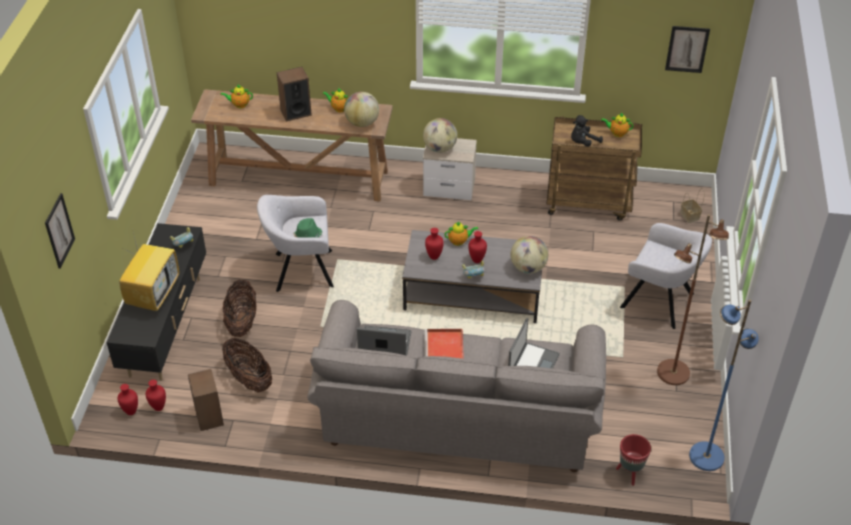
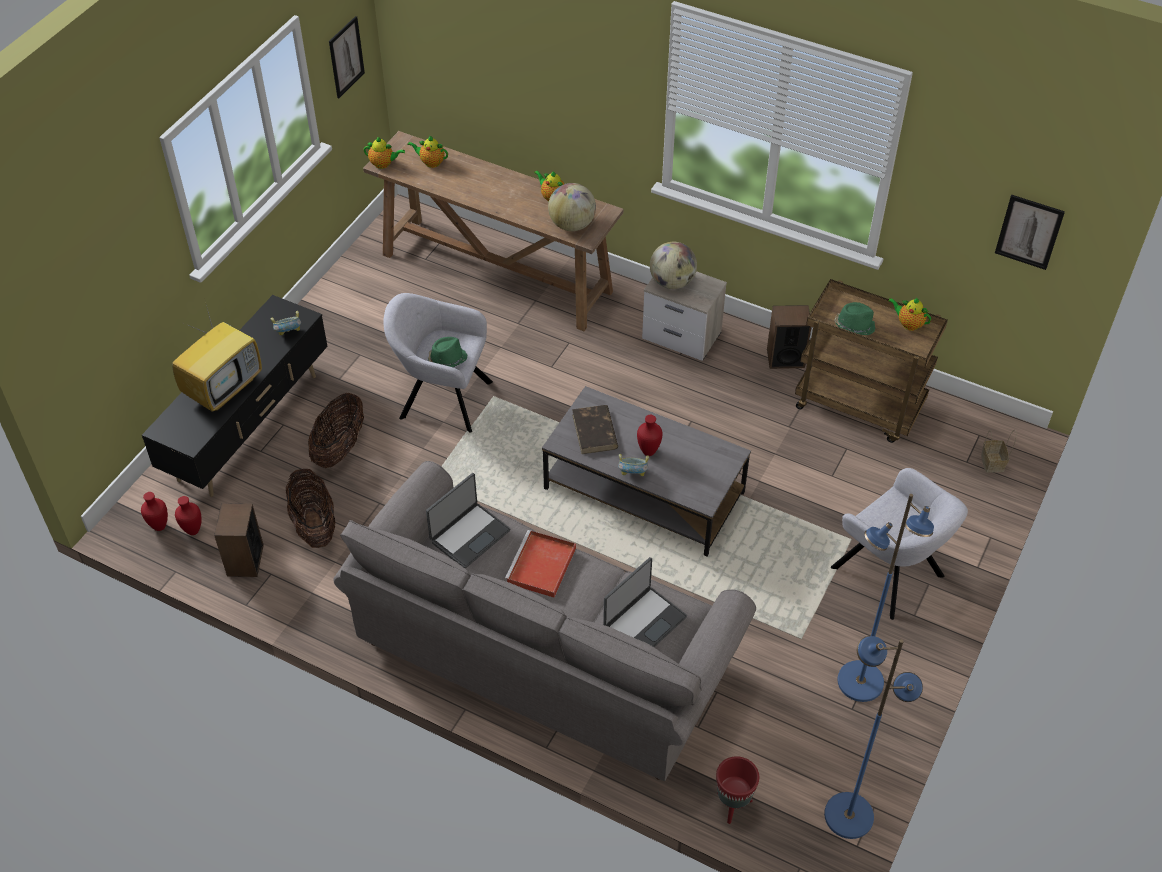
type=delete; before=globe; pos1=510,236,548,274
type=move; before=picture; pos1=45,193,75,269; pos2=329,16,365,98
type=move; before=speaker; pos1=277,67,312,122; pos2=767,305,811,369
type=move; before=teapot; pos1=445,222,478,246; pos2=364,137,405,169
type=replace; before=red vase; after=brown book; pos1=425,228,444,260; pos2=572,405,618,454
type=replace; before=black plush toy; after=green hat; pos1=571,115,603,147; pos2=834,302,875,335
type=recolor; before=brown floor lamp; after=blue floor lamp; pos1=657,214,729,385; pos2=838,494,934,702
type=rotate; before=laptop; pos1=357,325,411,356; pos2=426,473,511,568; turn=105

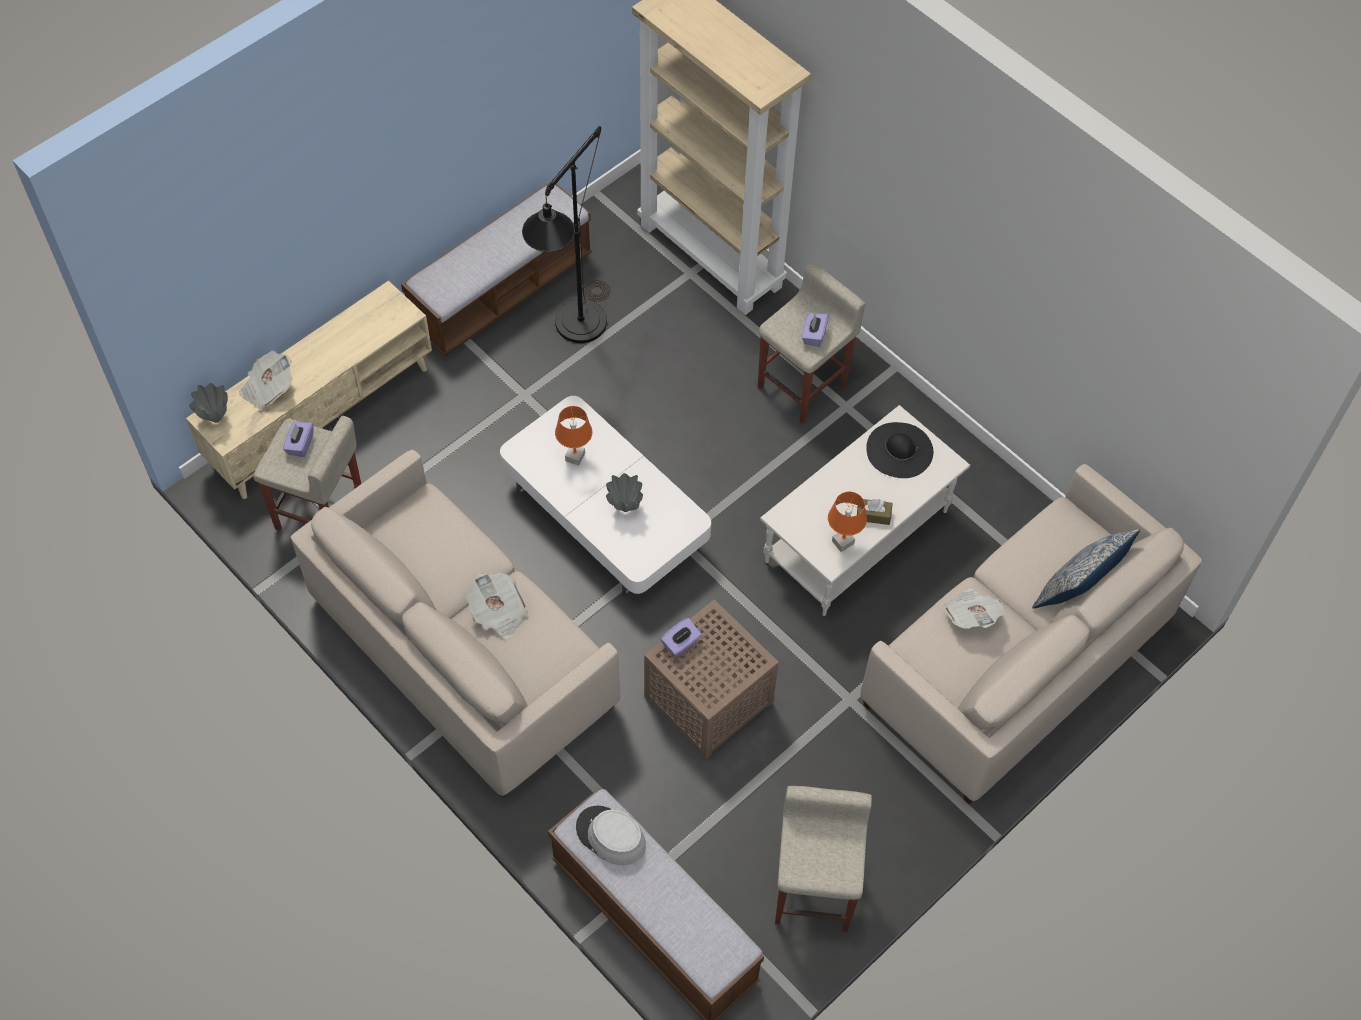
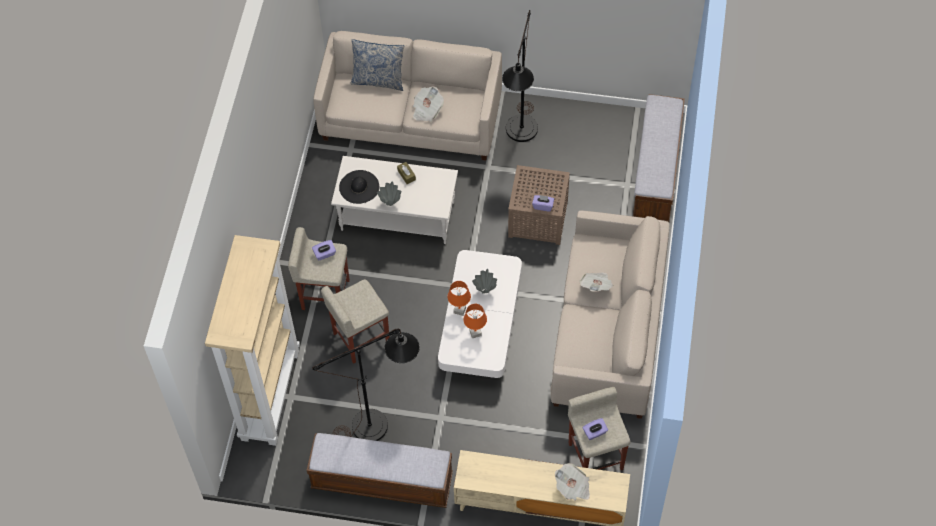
type=delete; before=grey hat; pos1=576,806,646,865
type=insert; after=black floor lamp; pos2=502,10,538,142
type=move; before=grey vase; pos1=189,383,228,423; pos2=377,181,401,206
type=move; before=beige stool; pos1=775,786,872,932; pos2=321,279,389,364
type=move; before=orange table lamp; pos1=828,492,867,552; pos2=448,281,471,316

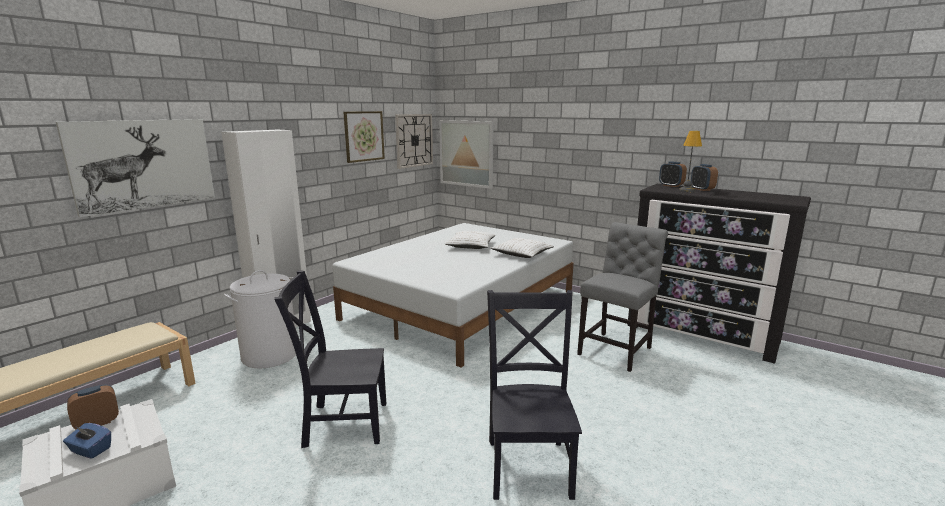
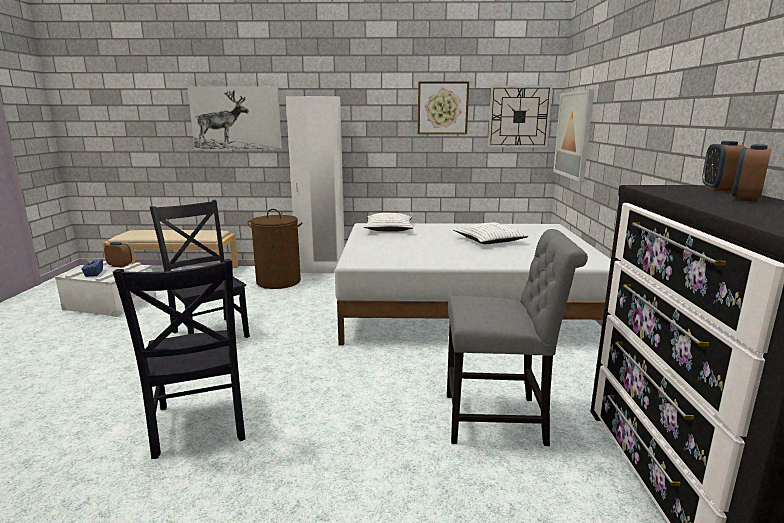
type=delete; before=table lamp; pos1=679,131,702,192
type=move; before=white pillow; pos1=490,238,554,258; pos2=363,213,414,232
type=recolor; before=white laundry basket; after=brown laundry basket; pos1=224,270,296,369; pos2=247,209,302,289
type=rotate; before=black chair; pos1=487,290,582,500; pos2=113,259,245,459; turn=105

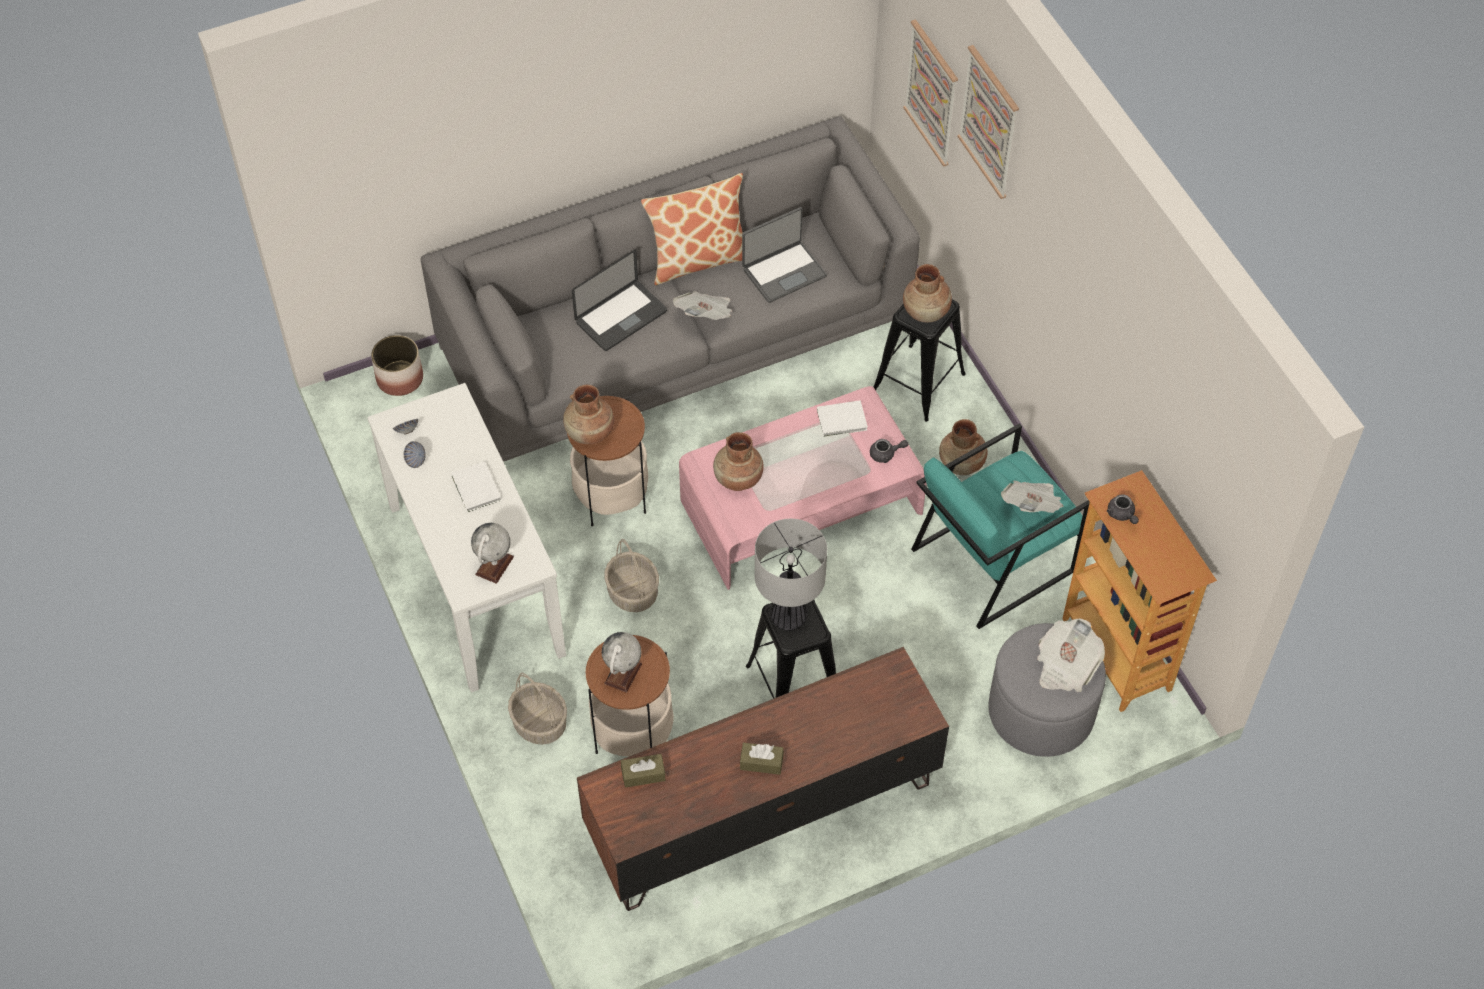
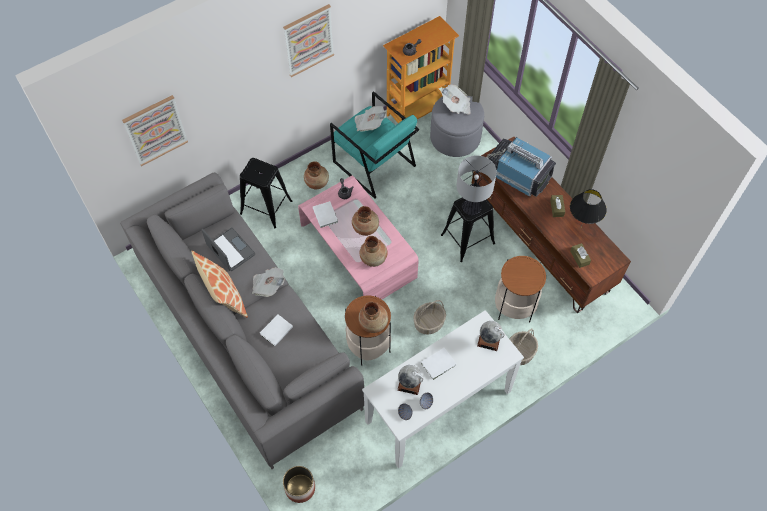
type=insert; after=television; pos2=486,137,556,197
type=insert; after=black table lamp; pos2=570,189,607,227
type=move; before=globe; pos1=602,632,642,693; pos2=397,365,424,395
type=move; before=brown vase; pos1=903,264,952,322; pos2=352,206,379,236
type=move; before=picture; pos1=957,45,1019,199; pos2=283,4,334,77
type=replace; before=laptop; after=white book; pos1=572,250,667,351; pos2=260,315,293,346

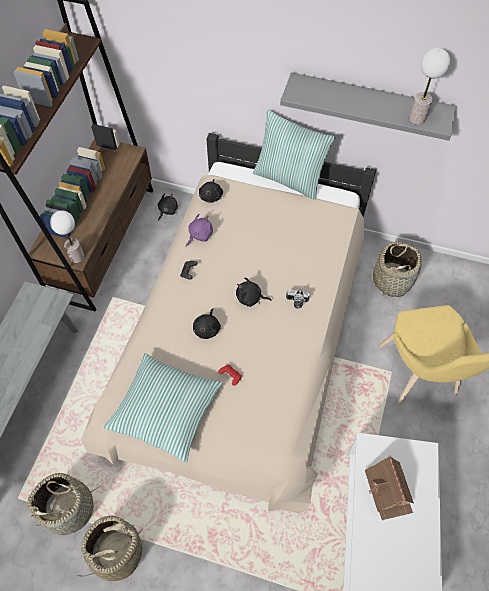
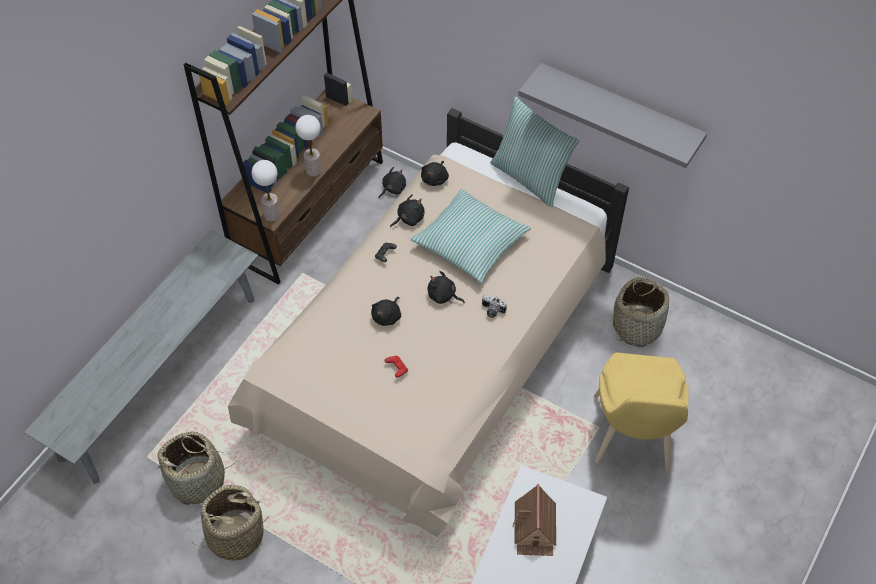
type=move; before=pillow; pos1=103,353,223,463; pos2=410,189,531,283
type=move; before=table lamp; pos1=409,48,450,125; pos2=296,115,322,177
type=recolor; before=purple plush toy; after=black plush toy; pos1=186,214,213,247; pos2=390,194,425,227

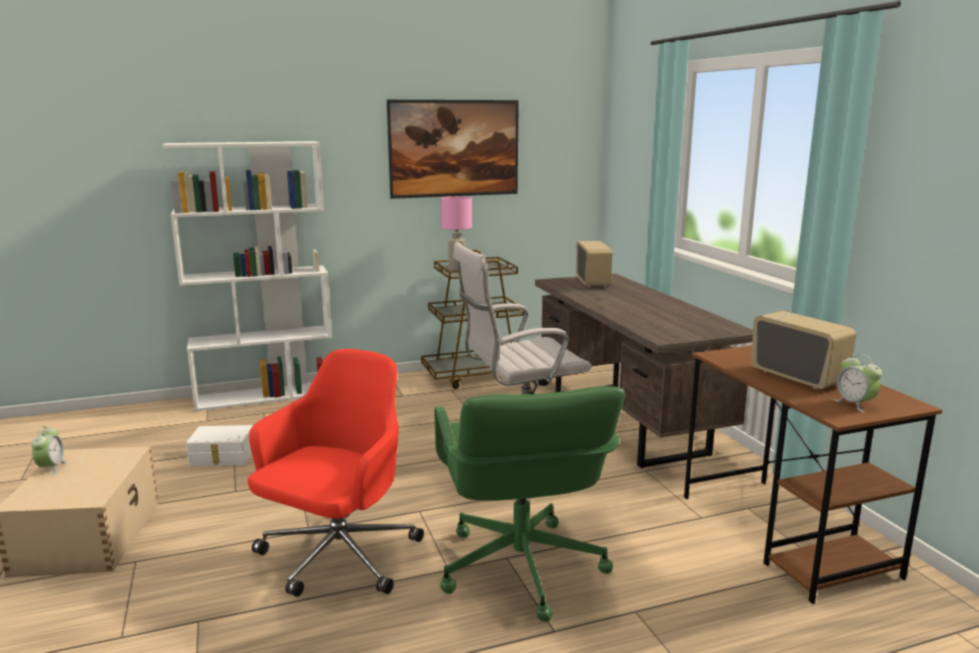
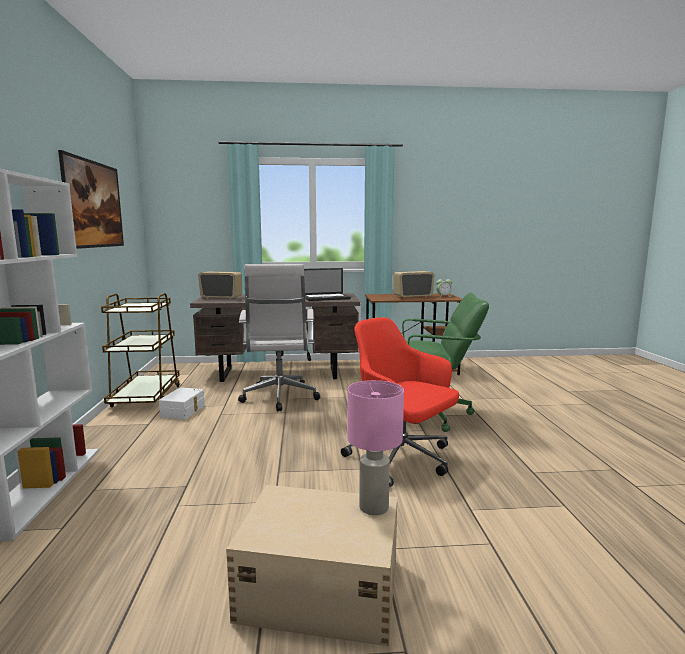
type=delete; before=alarm clock; pos1=31,426,66,475
type=insert; after=laptop; pos2=304,268,351,301
type=move; before=white storage box; pos1=186,425,252,467; pos2=159,387,205,420
type=move; before=pink table lamp; pos1=441,196,472,271; pos2=347,380,404,515

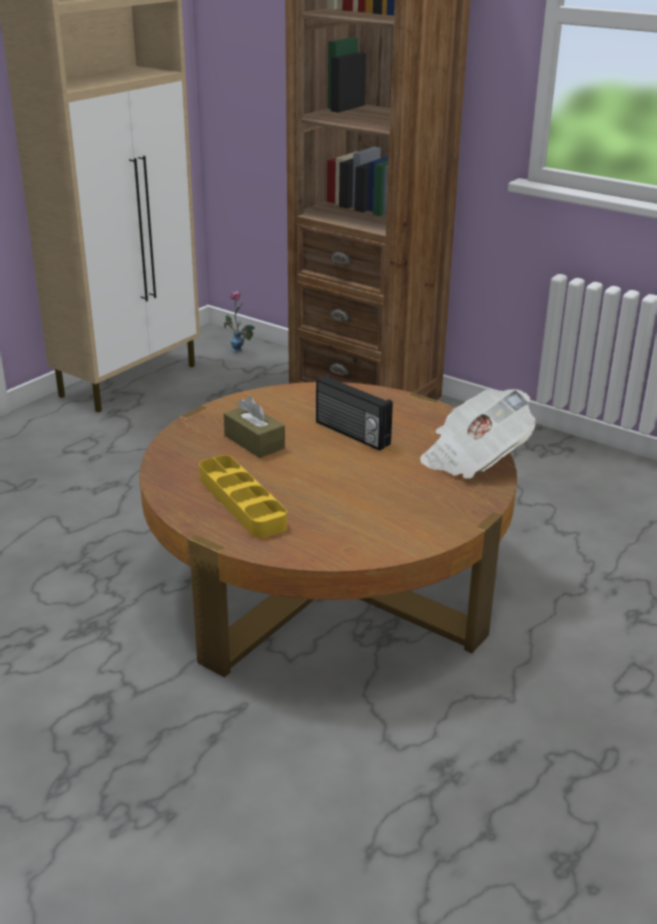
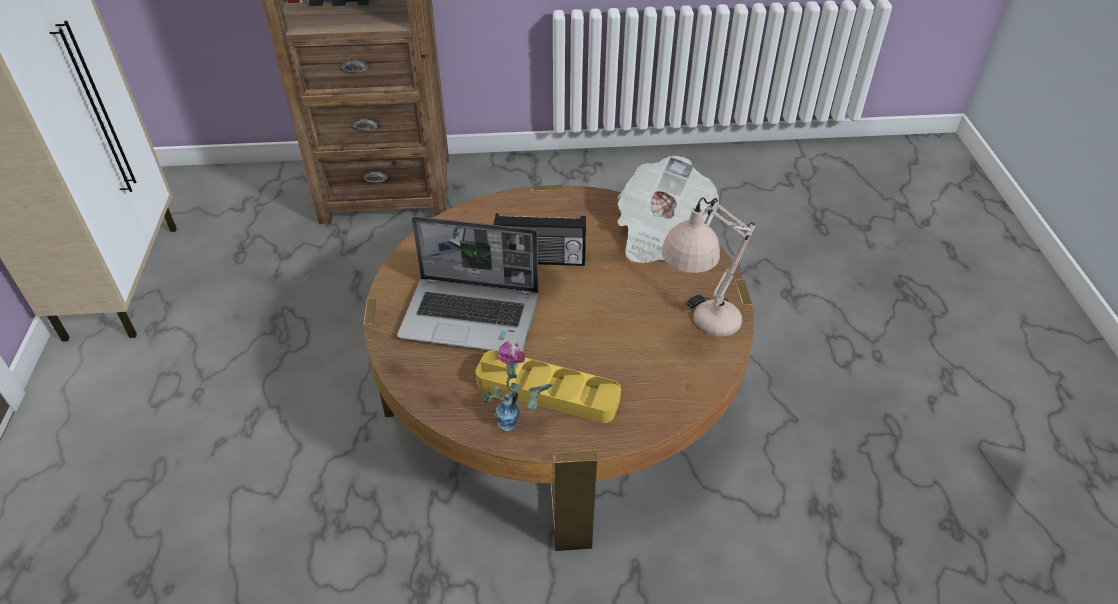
type=insert; after=beige table lamp; pos2=662,197,755,337
type=move; before=vase; pos1=224,291,255,352; pos2=482,341,553,431
type=replace; before=brown tissue box; after=laptop; pos1=224,396,285,458; pos2=397,216,538,352

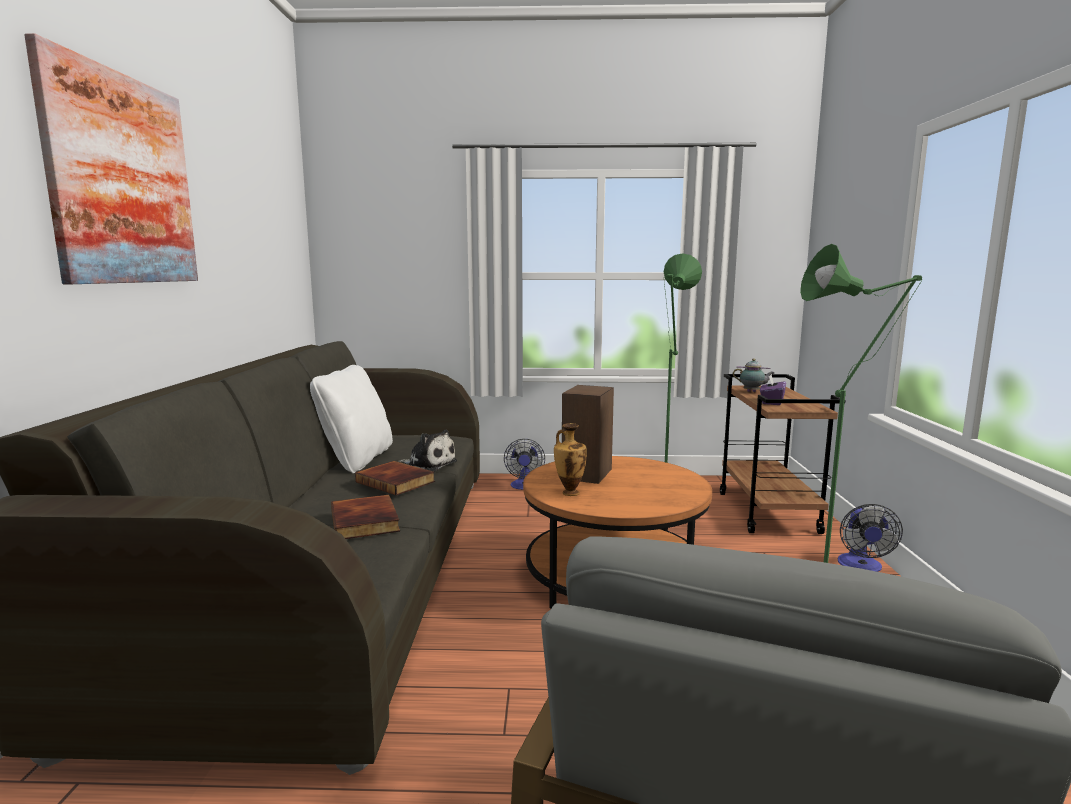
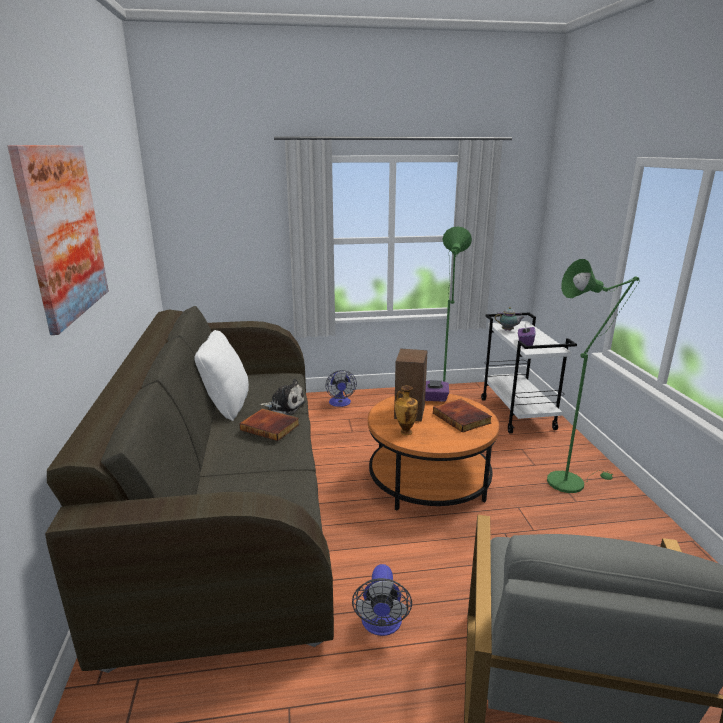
type=insert; after=purple tissue box; pos2=425,380,449,402
type=move; before=book; pos1=331,495,400,539; pos2=433,399,492,433
type=move; before=fan; pos1=838,504,903,572; pos2=352,564,412,636
type=recolor; before=brown cart; after=white cart; pos1=720,374,840,534; pos2=481,313,577,434

